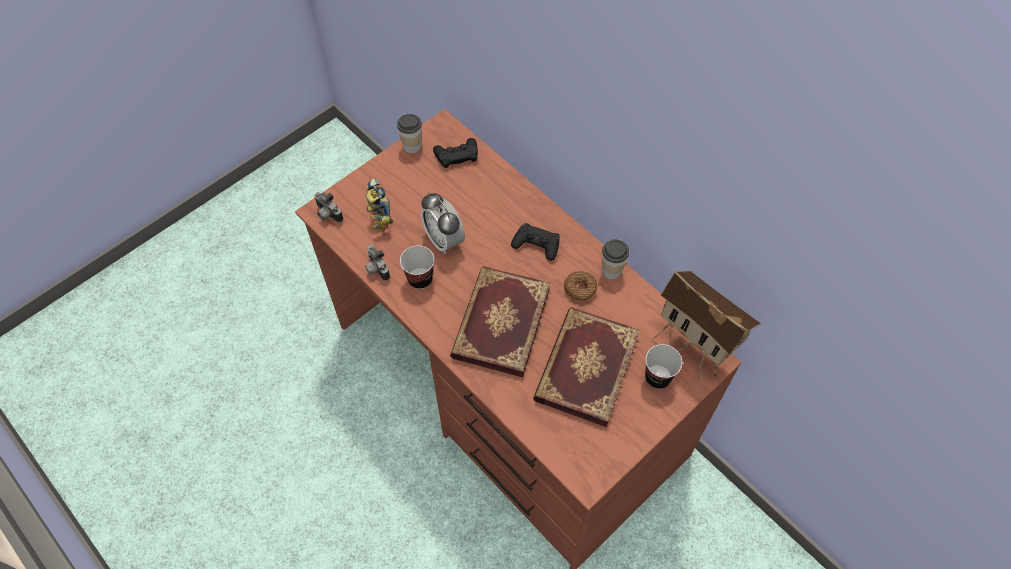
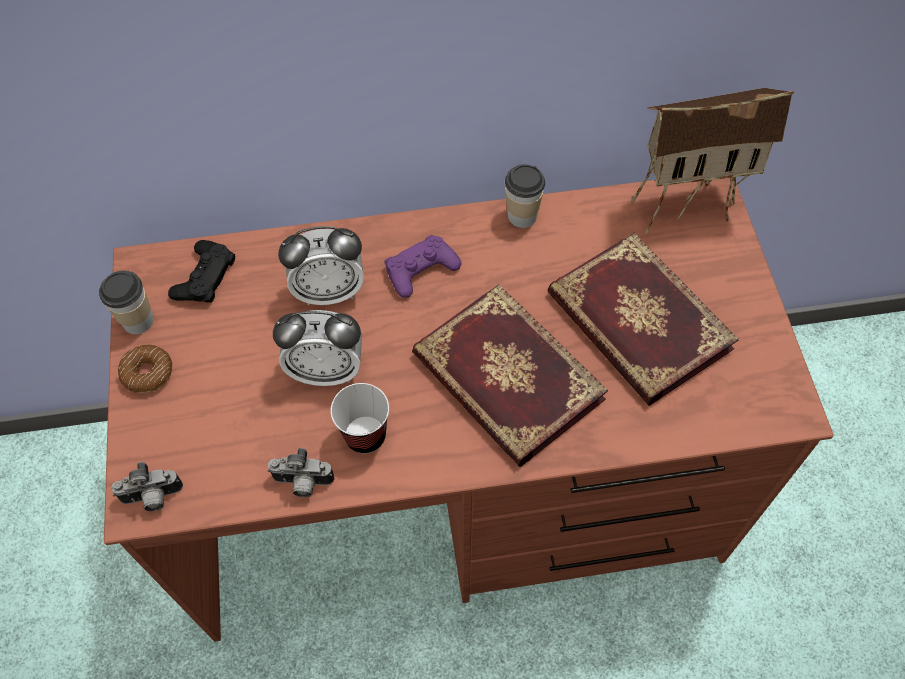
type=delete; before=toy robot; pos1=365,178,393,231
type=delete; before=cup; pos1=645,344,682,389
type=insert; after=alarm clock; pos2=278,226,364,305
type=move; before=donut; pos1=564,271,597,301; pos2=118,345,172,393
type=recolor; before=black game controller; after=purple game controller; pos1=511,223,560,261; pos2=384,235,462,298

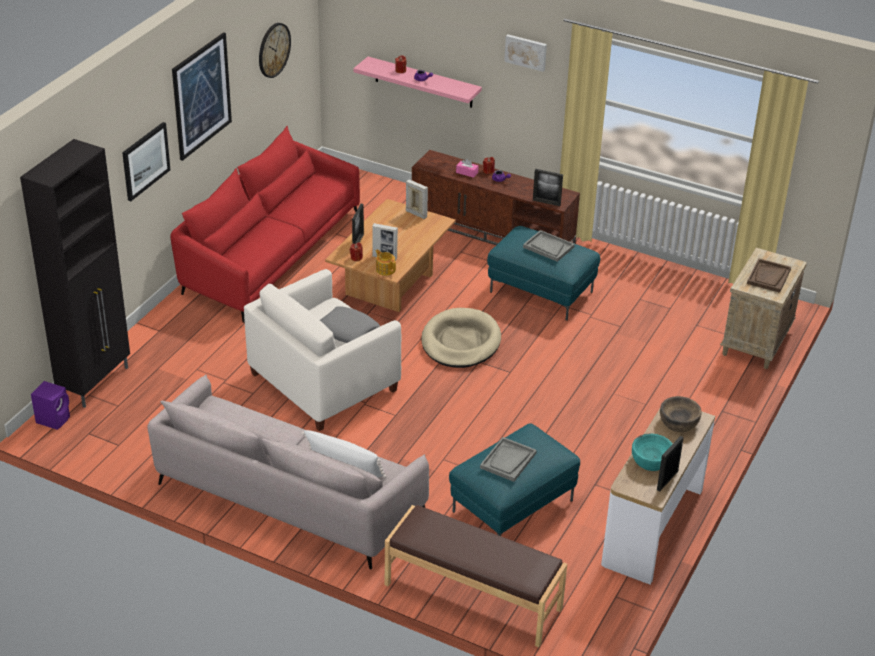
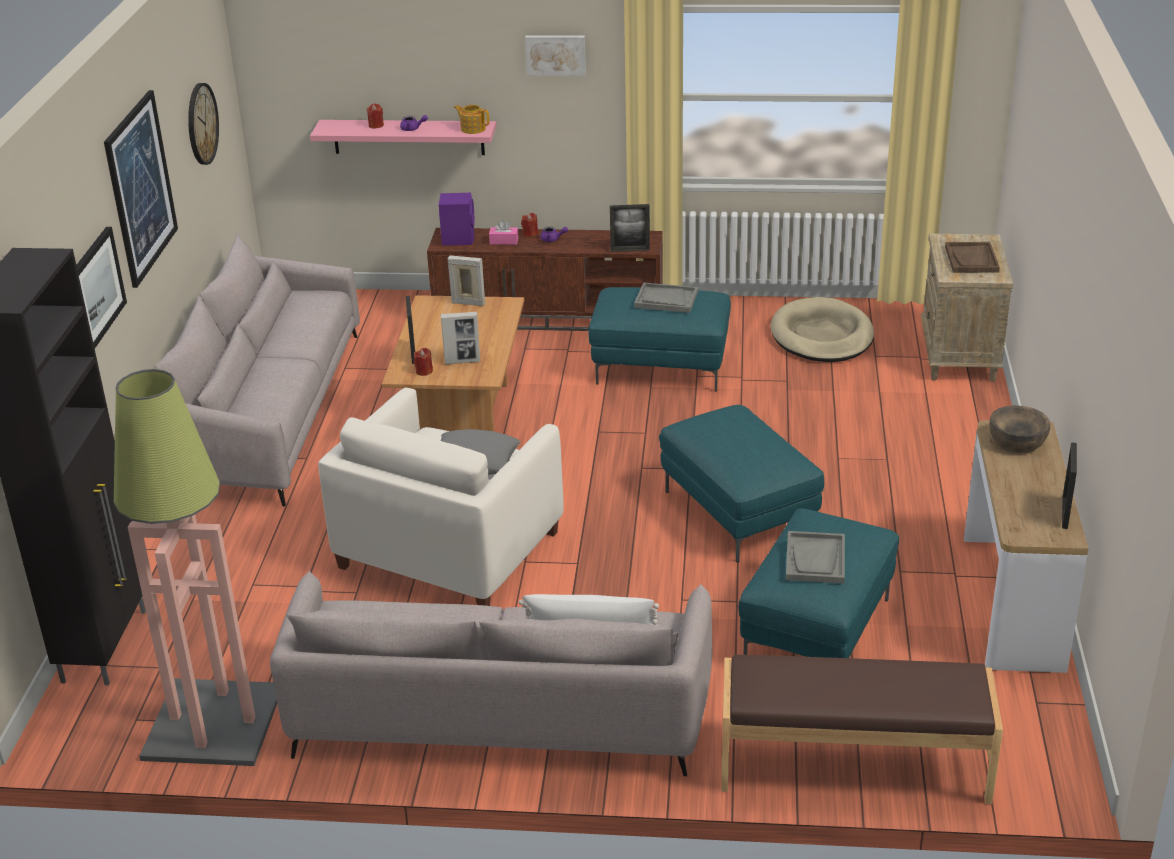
type=delete; before=turquoise bowl; pos1=632,433,673,471
type=insert; after=floor lamp; pos2=113,369,277,766
type=insert; after=turquoise ottoman; pos2=659,405,824,563
type=move; before=purple speaker; pos1=31,381,70,430; pos2=439,192,474,246
type=move; before=teapot; pos1=375,249,396,276; pos2=454,105,489,134
type=move; before=beige dog bed; pos1=422,308,501,368; pos2=771,297,874,362
type=recolor; before=red sofa; after=grey sofa; pos1=170,126,360,323; pos2=155,233,360,506

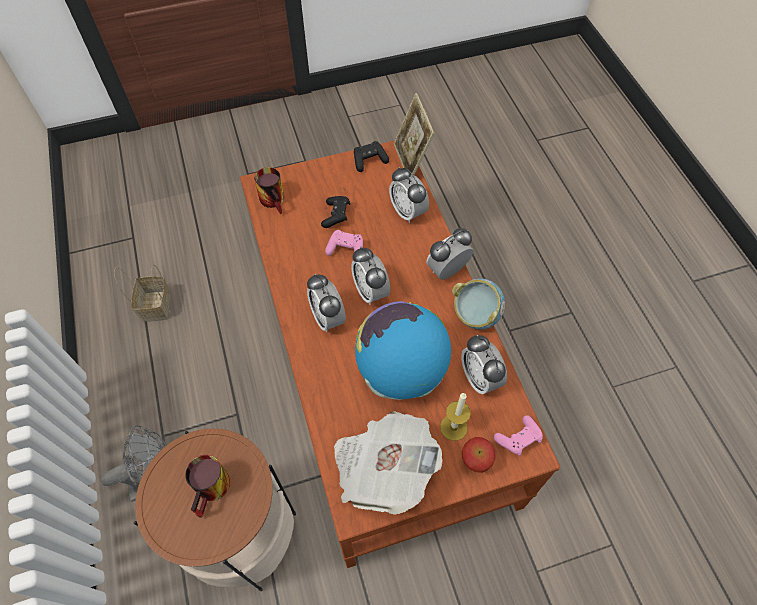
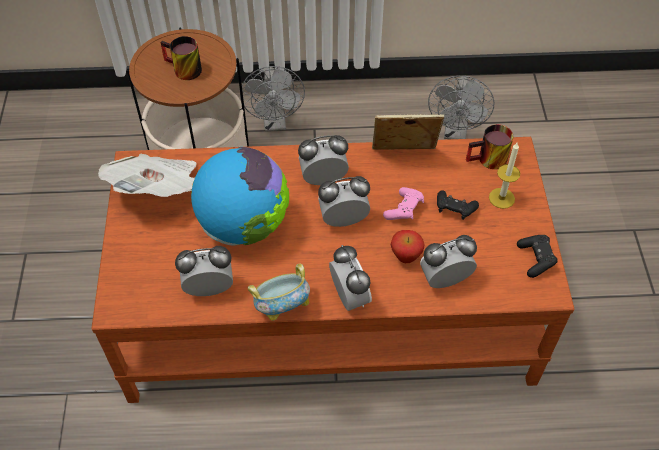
type=delete; before=pink game controller; pos1=494,415,543,456
type=move; before=picture frame; pos1=393,93,435,175; pos2=372,114,444,150
type=move; before=candle; pos1=440,393,471,441; pos2=489,143,520,209
type=move; before=apple; pos1=462,437,495,473; pos2=391,230,424,263
type=replace; before=basket; after=grey fan; pos1=114,265,170,321; pos2=428,76,495,139

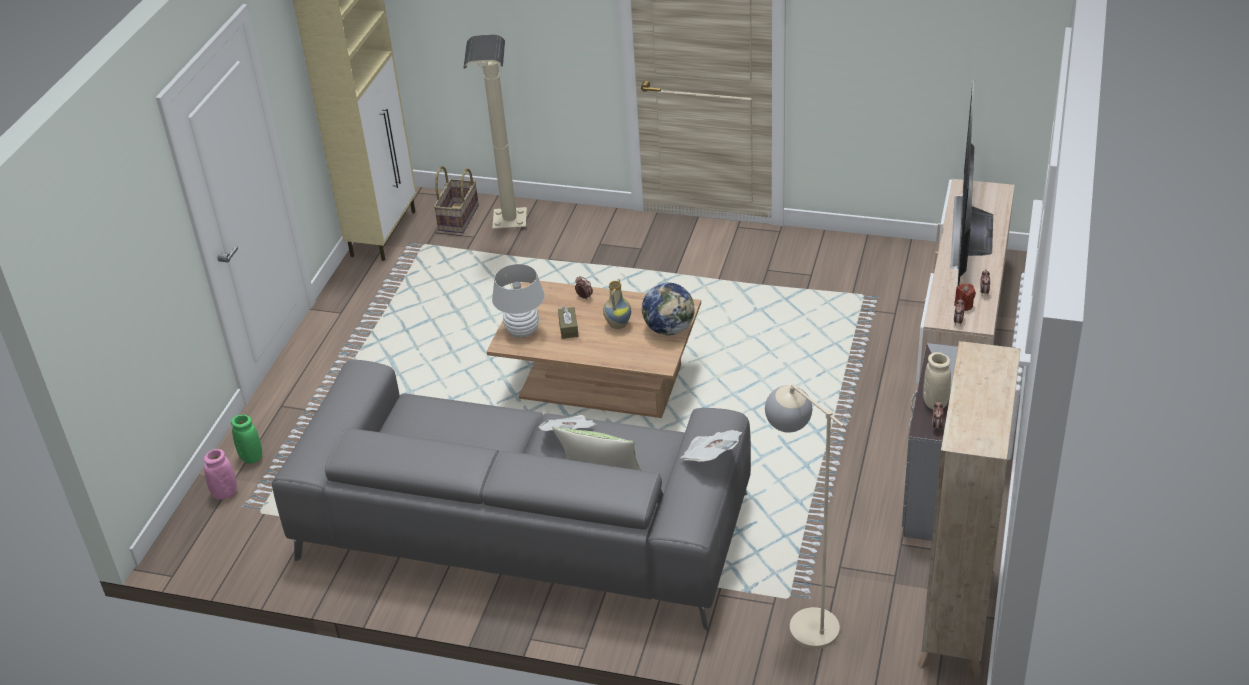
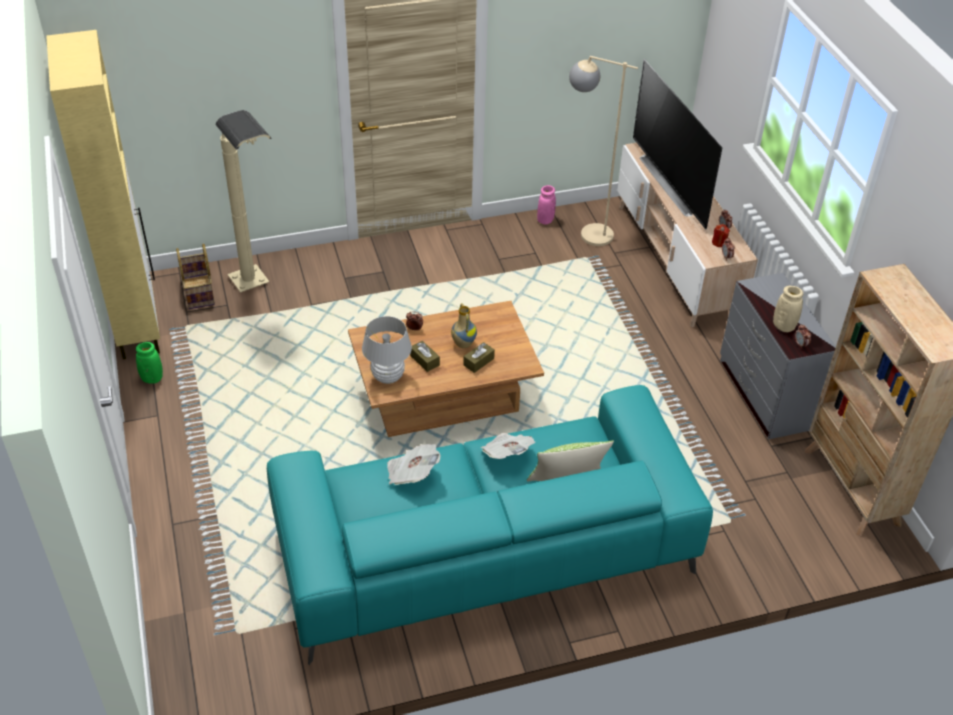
type=delete; before=globe; pos1=642,282,695,335
type=insert; after=brown tissue box; pos2=463,342,495,373
type=move; before=pink vase; pos1=204,449,237,500; pos2=537,185,556,225
type=move; before=green vase; pos1=231,415,262,464; pos2=136,342,163,384
type=move; before=newspaper; pos1=680,430,742,462; pos2=387,444,441,485
type=move; before=beige floor lamp; pos1=765,384,844,649; pos2=569,56,638,246
type=recolor; before=grey sofa; after=turquoise sofa; pos1=272,360,751,631; pos2=267,385,713,665

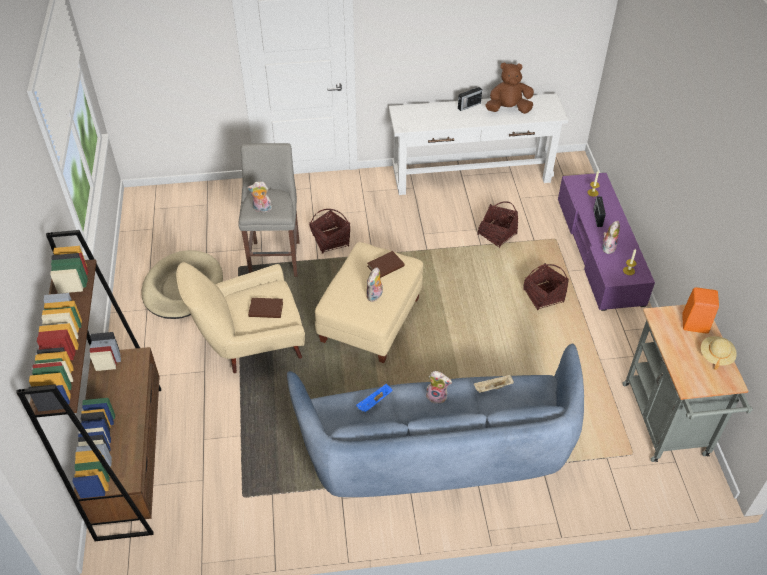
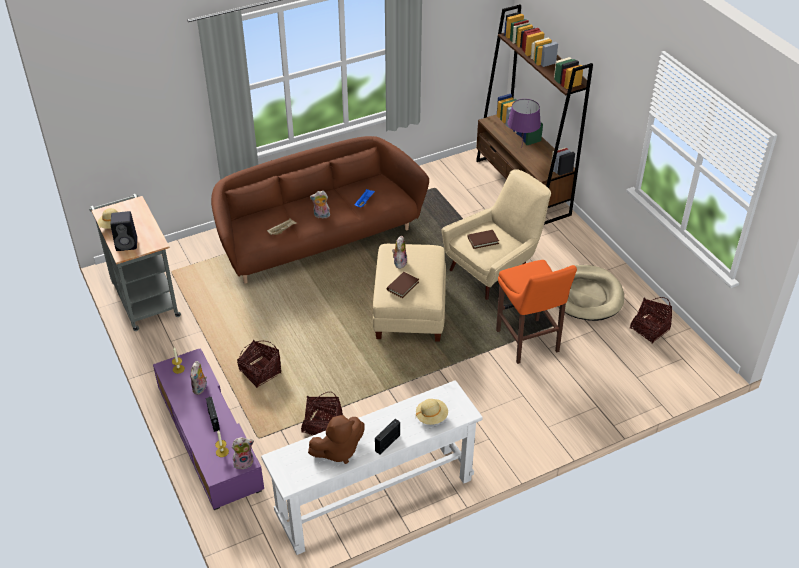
type=insert; after=beige hat; pos2=416,399,448,425
type=insert; after=purple table lamp; pos2=508,99,541,143
type=move; before=plush toy; pos1=247,181,274,213; pos2=232,437,254,469
type=move; before=basket; pos1=309,209,350,254; pos2=630,297,672,344
type=recolor; before=grey stool; after=orange stool; pos1=238,143,300,277; pos2=496,260,577,364
type=recolor; before=blue sofa; after=brown sofa; pos1=287,344,584,497; pos2=211,136,429,283
type=recolor; before=orange speaker; after=black speaker; pos1=682,287,719,334; pos2=111,211,137,251

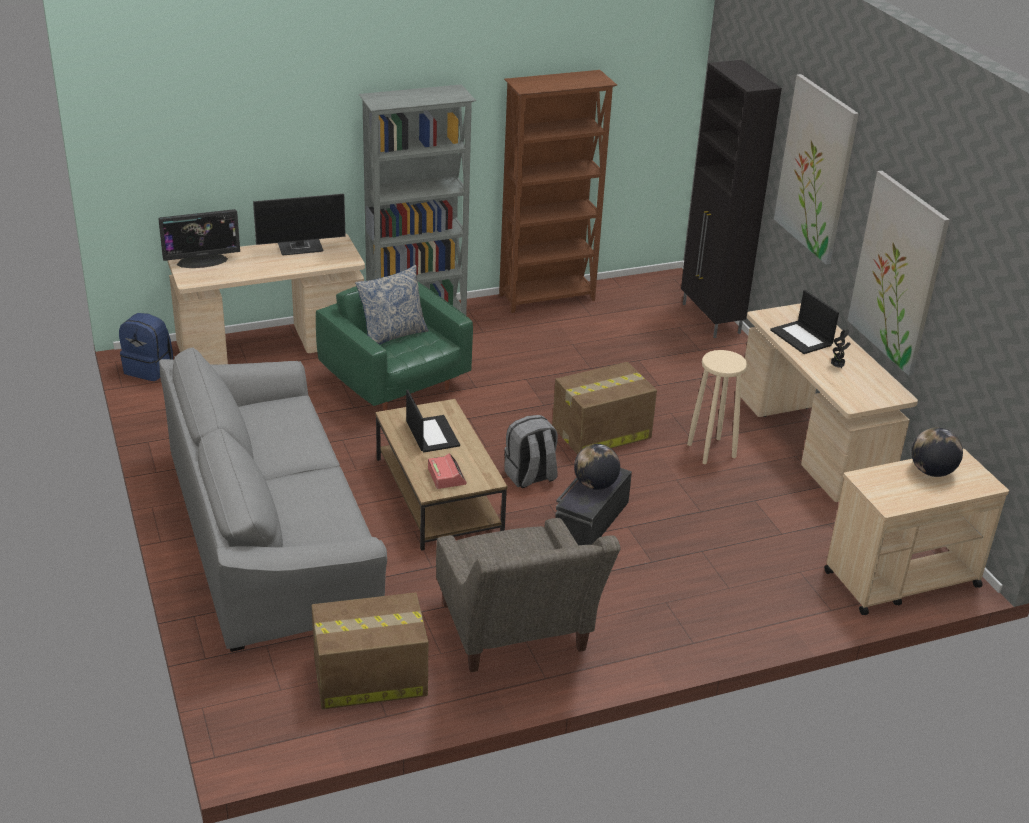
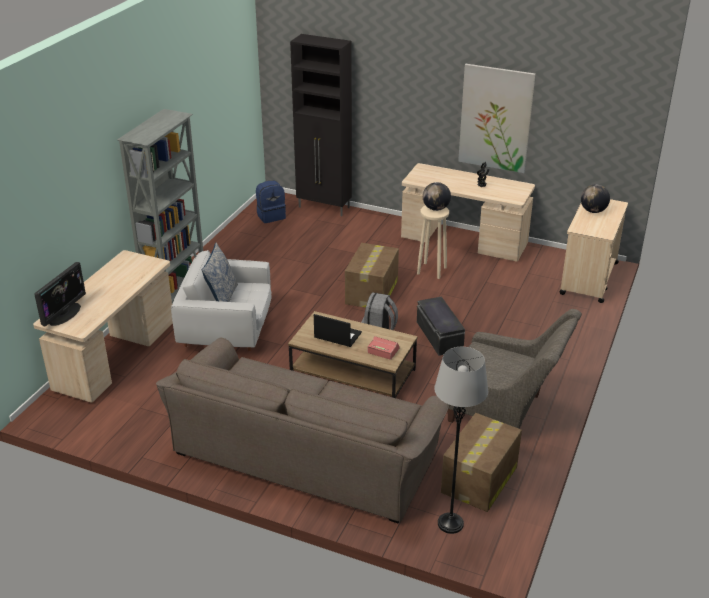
type=delete; before=monitor; pos1=253,194,346,255
type=delete; before=brown bookcase; pos1=499,70,617,313
type=delete; before=laptop; pos1=770,290,839,354
type=delete; before=picture; pos1=774,74,859,265
type=insert; after=grey floor lamp; pos2=434,347,488,534
type=move; before=blue backpack; pos1=119,313,173,381; pos2=256,181,286,223
type=move; before=globe; pos1=574,444,620,490; pos2=423,182,451,211
type=recolor; before=grey sofa; after=brown sofa; pos1=159,347,387,652; pos2=156,338,450,523
type=recolor; before=green armchair; after=white armchair; pos1=316,282,473,411; pos2=171,250,271,351

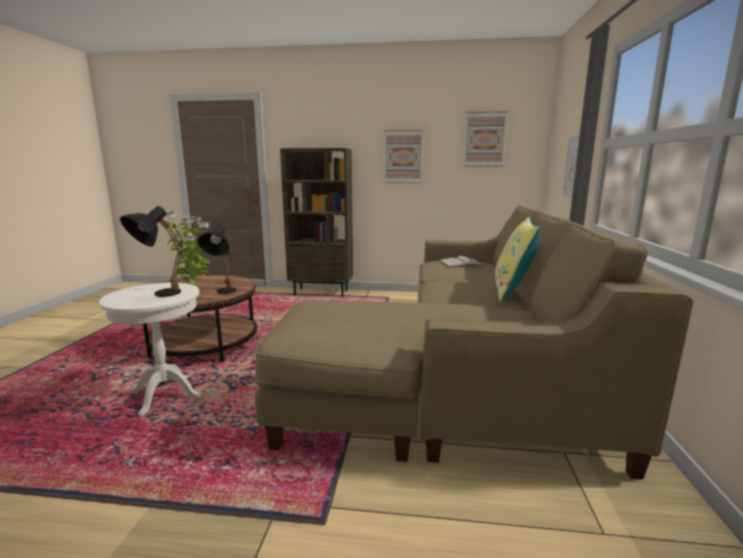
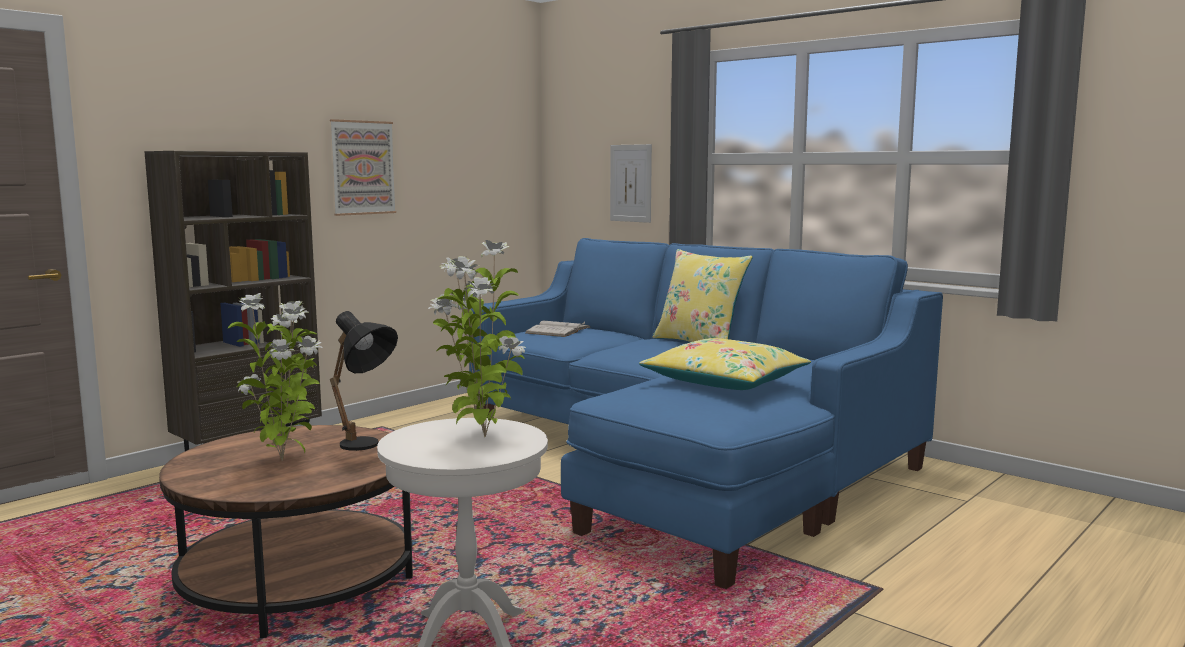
type=delete; before=picture; pos1=463,111,508,167
type=insert; after=yellow pillow; pos2=639,338,811,390
type=replace; before=black table lamp; after=potted plant; pos1=120,206,184,297; pos2=428,240,526,437
type=recolor; before=beige sofa; after=blue sofa; pos1=255,205,694,480; pos2=469,238,943,589

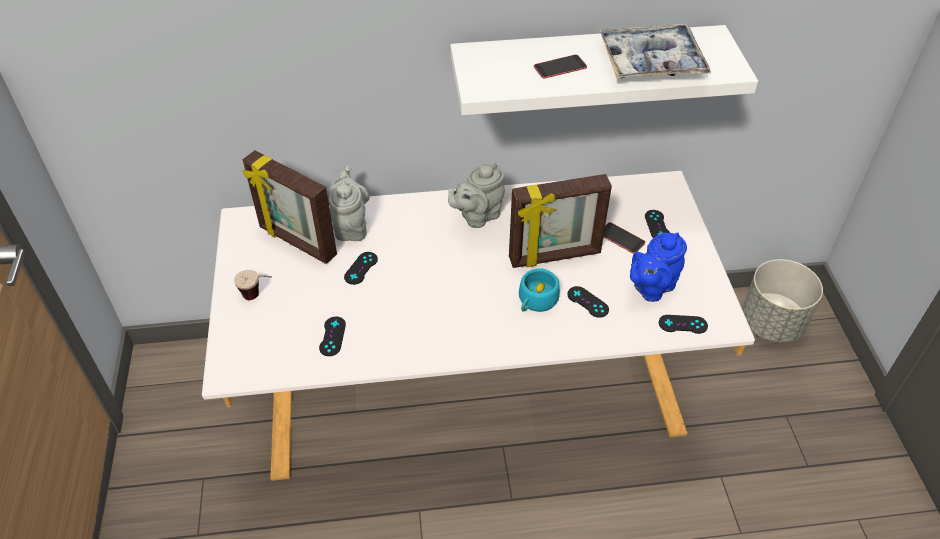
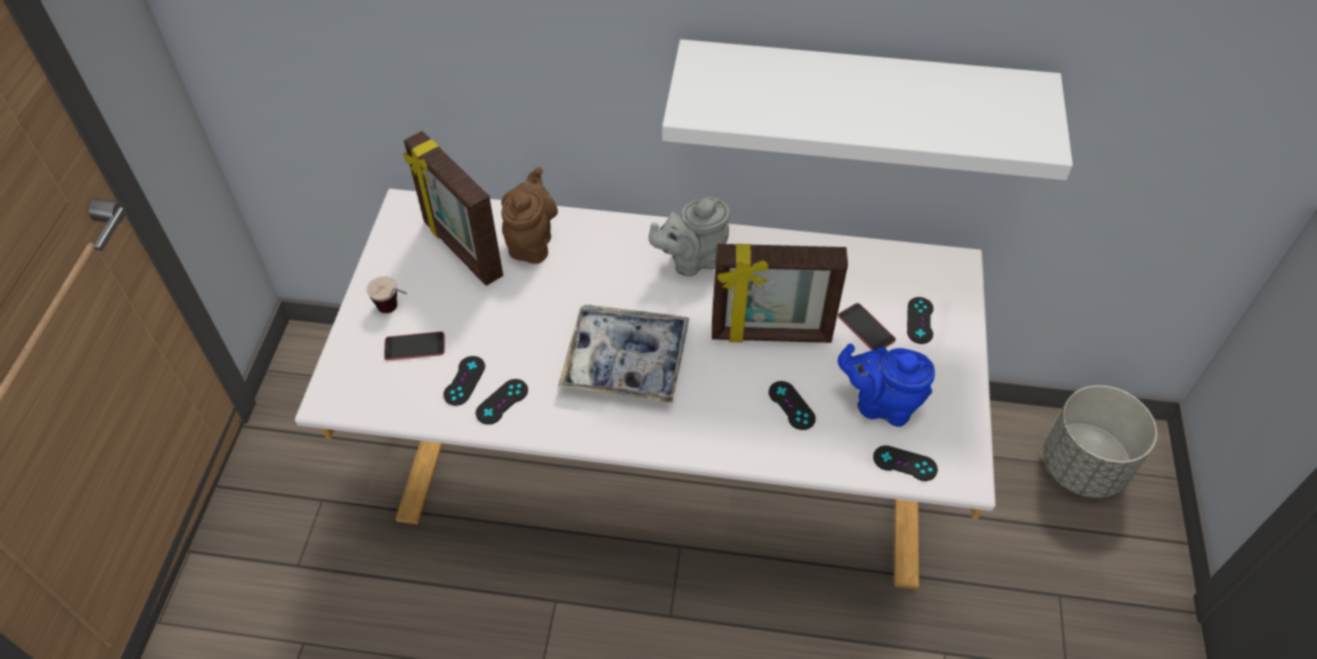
type=delete; before=turquoise cup; pos1=519,268,560,312
type=move; before=black game controller; pos1=344,252,378,285; pos2=475,379,528,424
type=move; before=phone; pos1=534,55,587,79; pos2=384,332,445,361
type=move; before=tray; pos1=600,24,711,78; pos2=558,305,689,404
type=recolor; before=grey teapot; after=brown teapot; pos1=327,166,369,241; pos2=501,167,558,264
type=rotate; before=blue teapot; pos1=630,233,687,302; pos2=838,344,935,427; turn=45

